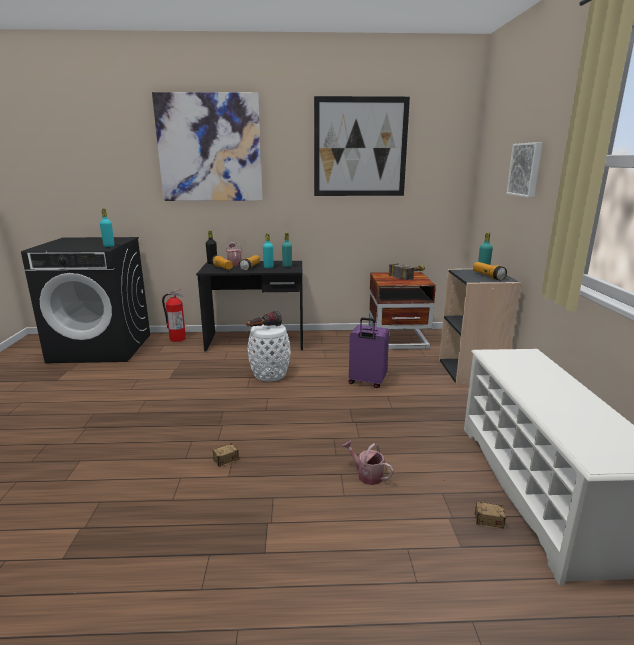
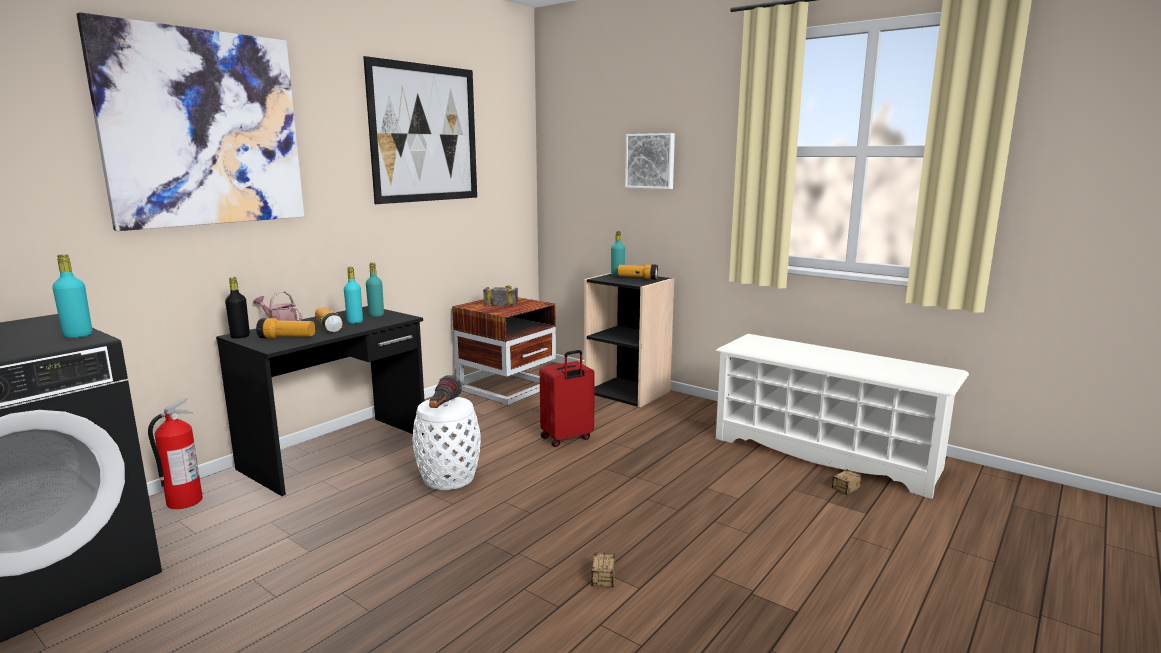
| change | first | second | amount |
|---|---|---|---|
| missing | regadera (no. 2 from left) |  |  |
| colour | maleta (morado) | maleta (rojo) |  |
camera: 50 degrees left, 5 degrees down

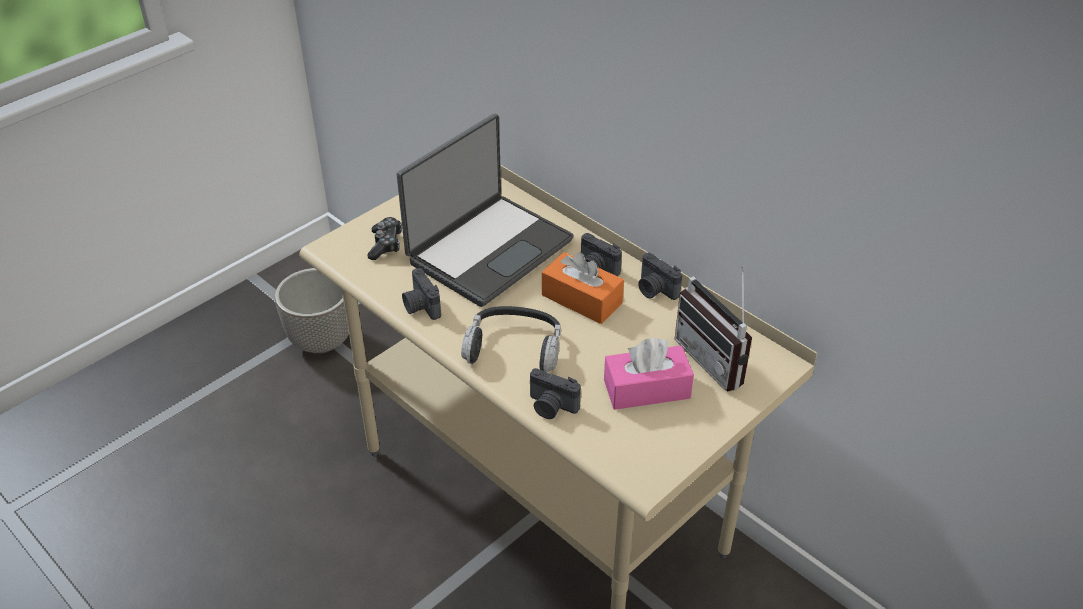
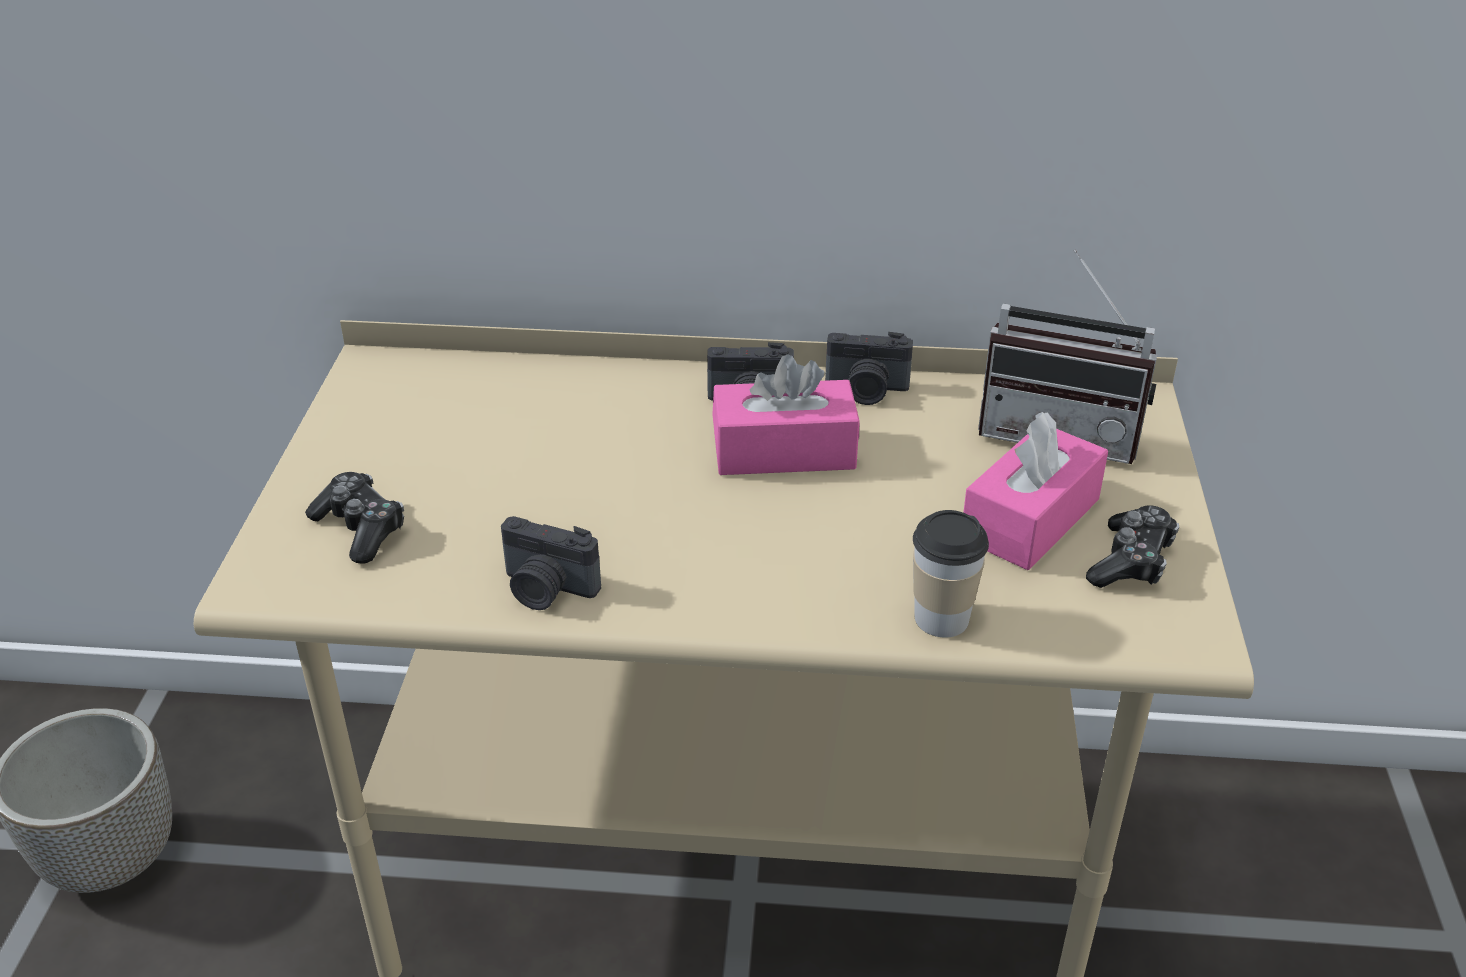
| change | first | second | amount |
|---|---|---|---|
| missing | portátil |  |  |
| missing | auriculares |  |  |
| appeared |  | mando de consola (no. 2 from left) |  |
| exchanged | cámara (no. 2 from left) | taza |  |
| colour | caja de pañuelos (naranja) | caja de pañuelos (rosa) (no. 1 from left) |  |
camera: 40 degrees left, 5 degrees down

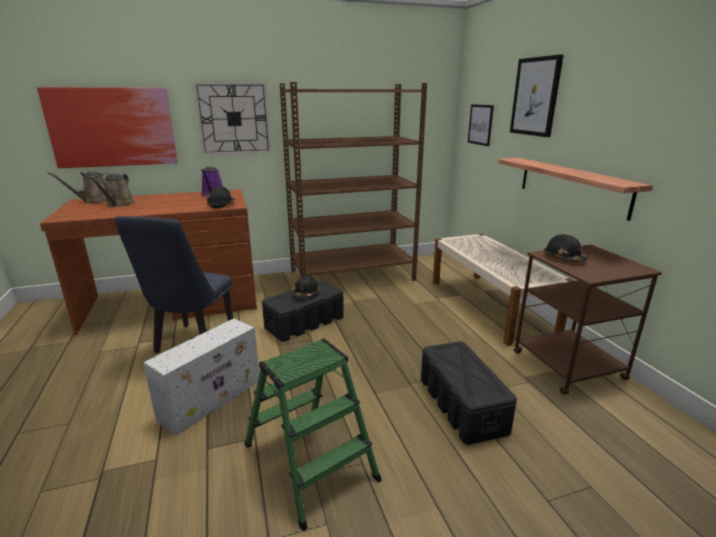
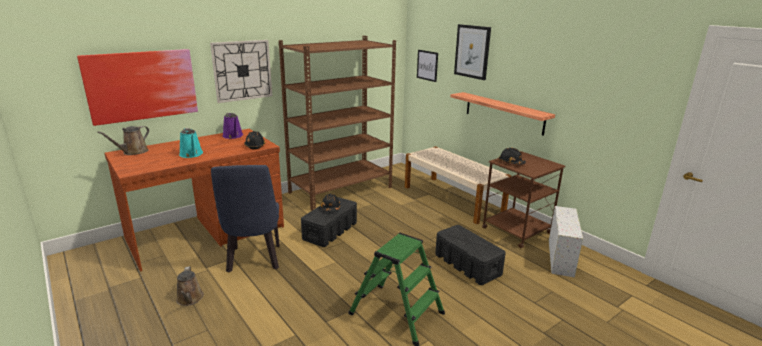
| change | first | second | amount |
|---|---|---|---|
| appeared |  | regadera (turquesa) |  |
| relocated | regadera (marrón) (no. 2 from left) |  |  |
| relocated | caja de almacenaje (blanco) |  |  |
camera: 20 degrees left, 0 degrees up

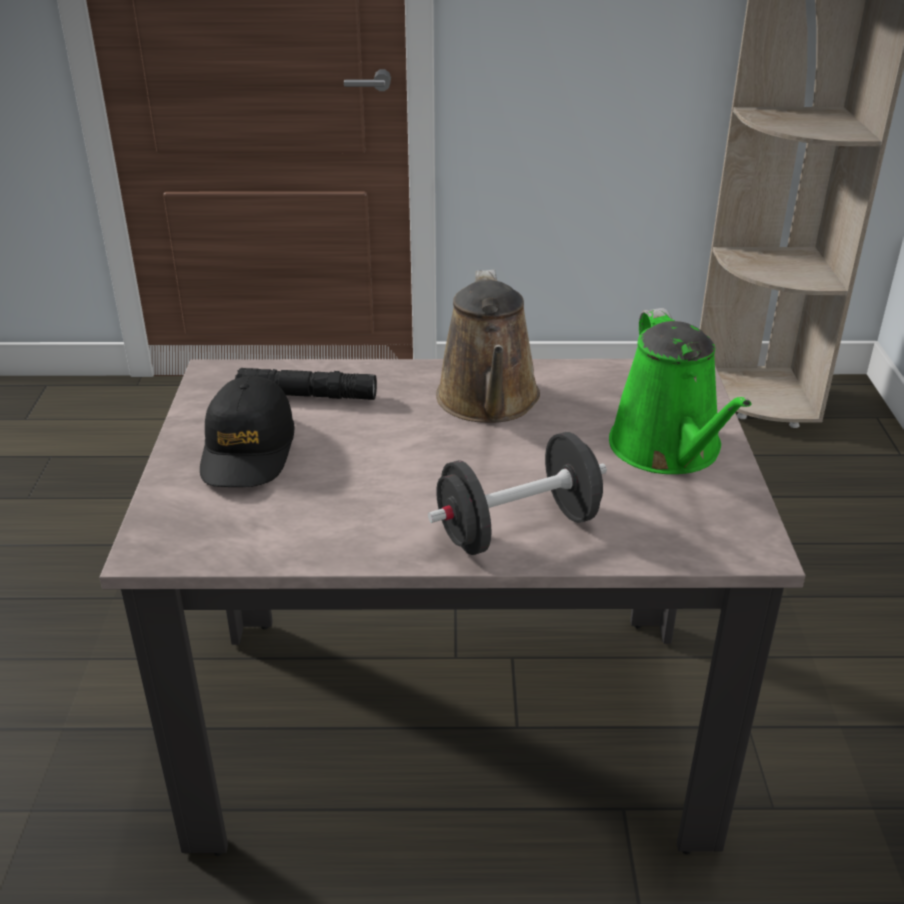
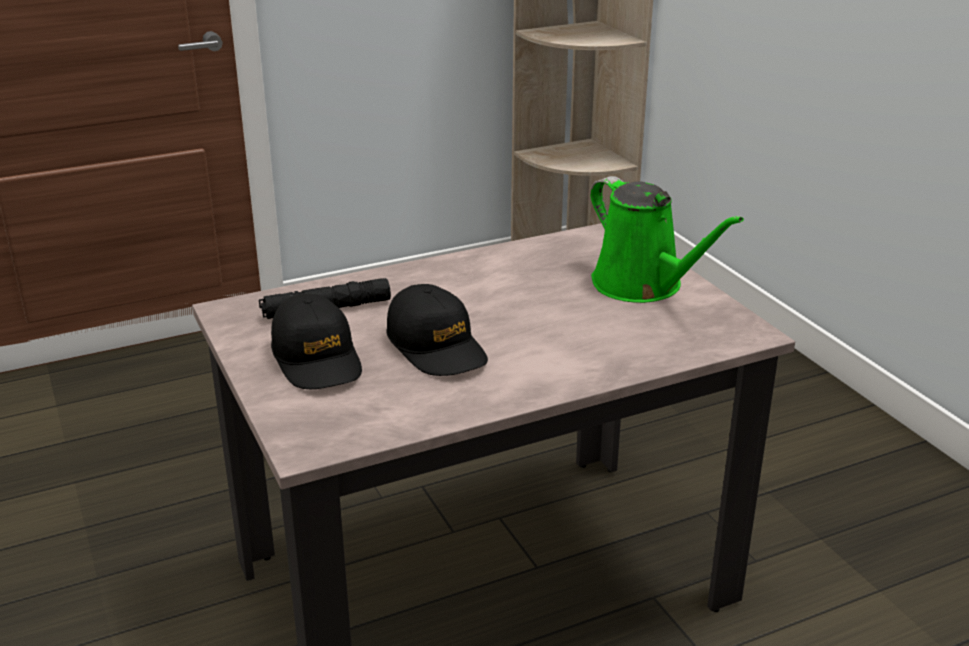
| change | first | second | amount |
|---|---|---|---|
| missing | mancuerna (negro) |  |  |
| missing | regadera (marrón) |  |  |
| appeared |  | gorra (negro) (no. 2 from left) |  |
camera: 25 degrees left, 5 degrees down

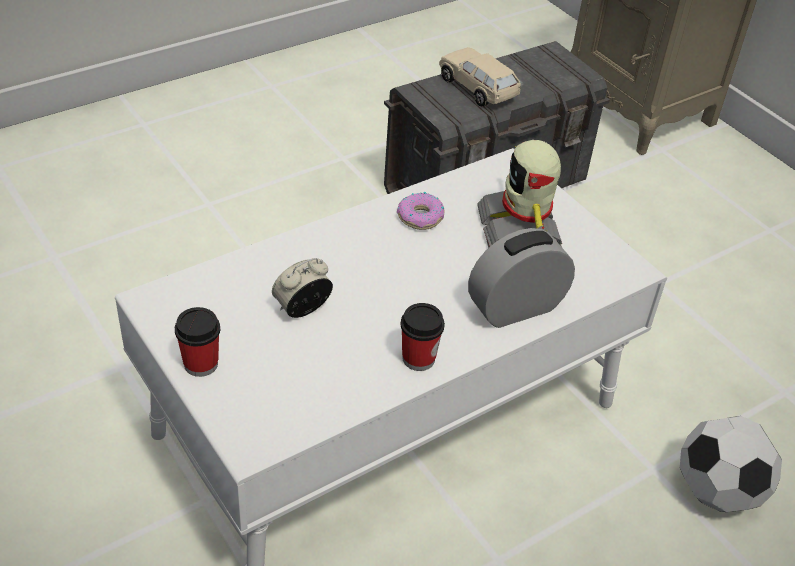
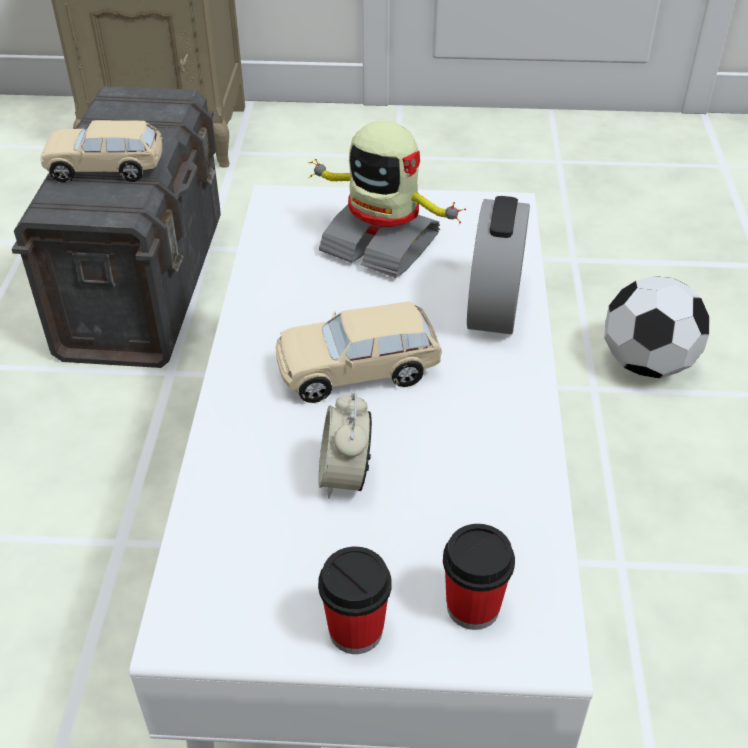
| change | first | second | amount |
|---|---|---|---|
| missing | rosquilla |  |  |
| appeared |  | coche de juguete (beis) (no. 2 from left) |  |
| relocated | taza (no. 2 from left) |  |  |
camera: 50 degrees left, 0 degrees up

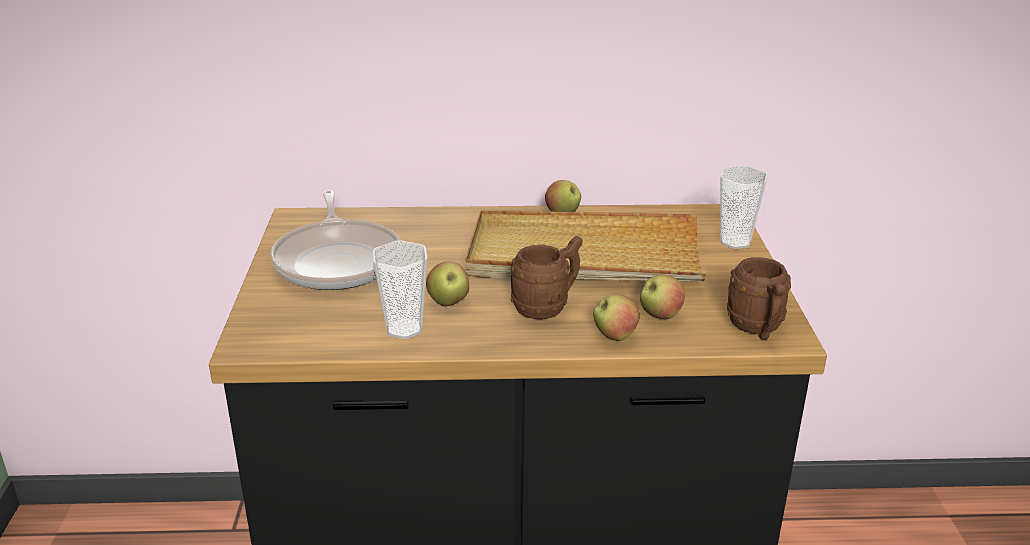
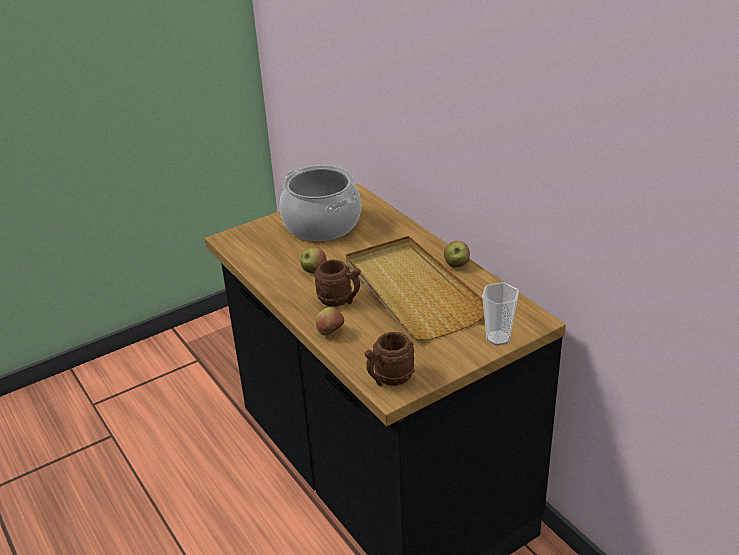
| change | first | second | amount |
|---|---|---|---|
| missing | taza (no. 1 from left) |  |  |
| missing | manzana (no. 4 from left) |  |  |
| exchanged | sartén | olla |  |
camera: 60 degrees right, 5 degrees up

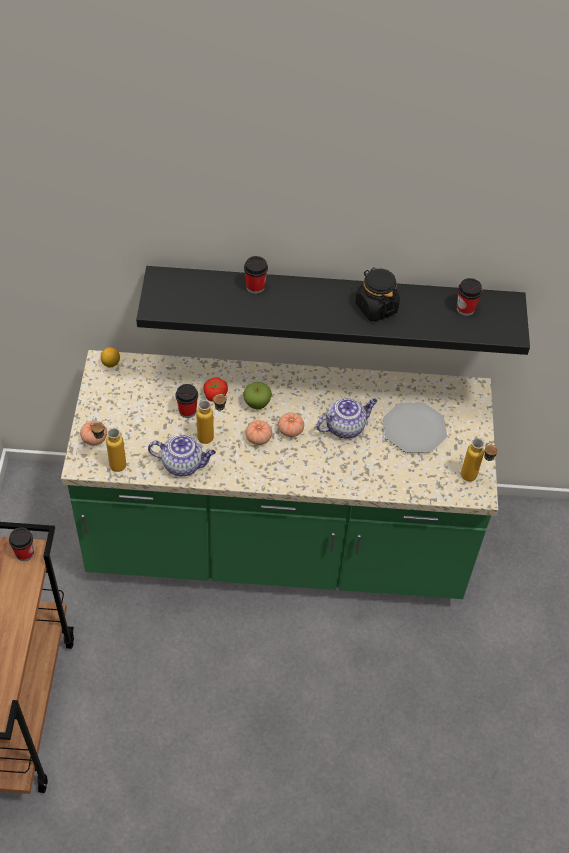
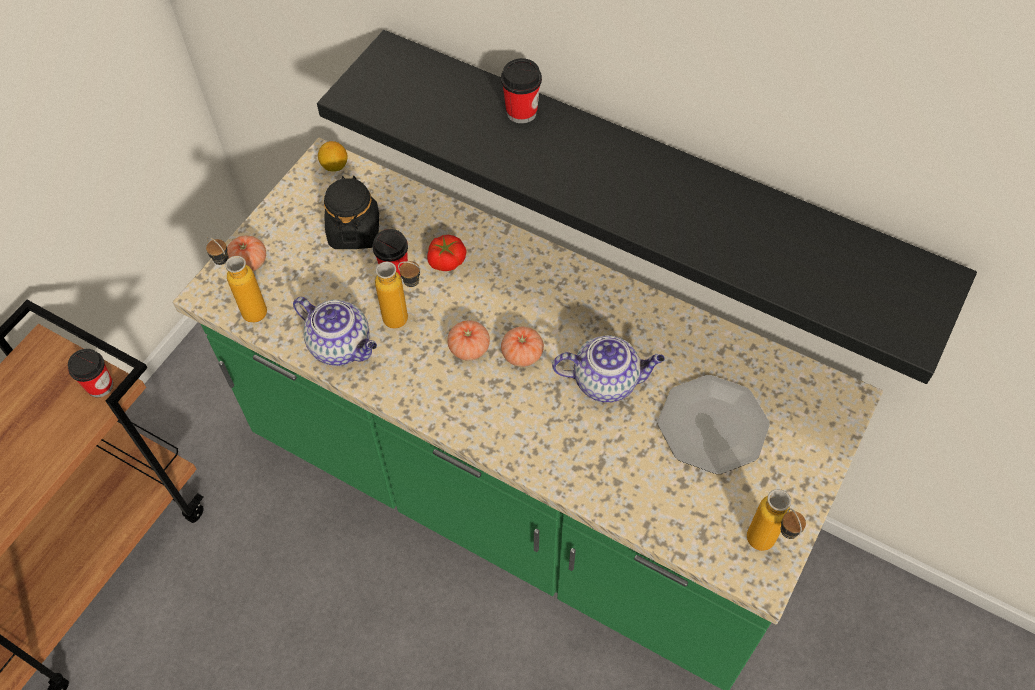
| change | first | second | amount |
|---|---|---|---|
| missing | manzana |  |  |
| missing | taza (no. 4 from left) |  |  |
| relocated | tarro (negro) |  |  |
camera: 30 degrees right, 5 degrees up

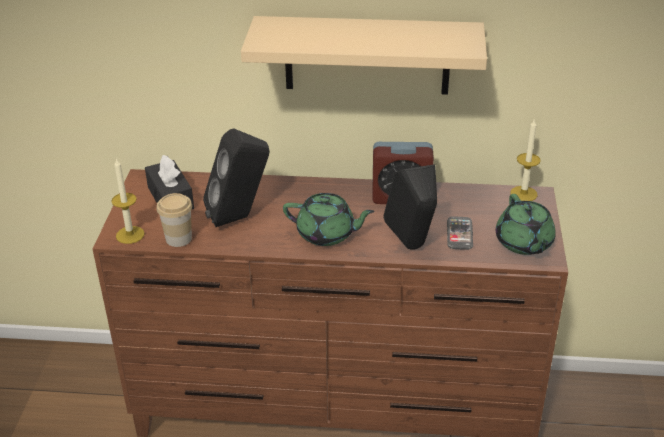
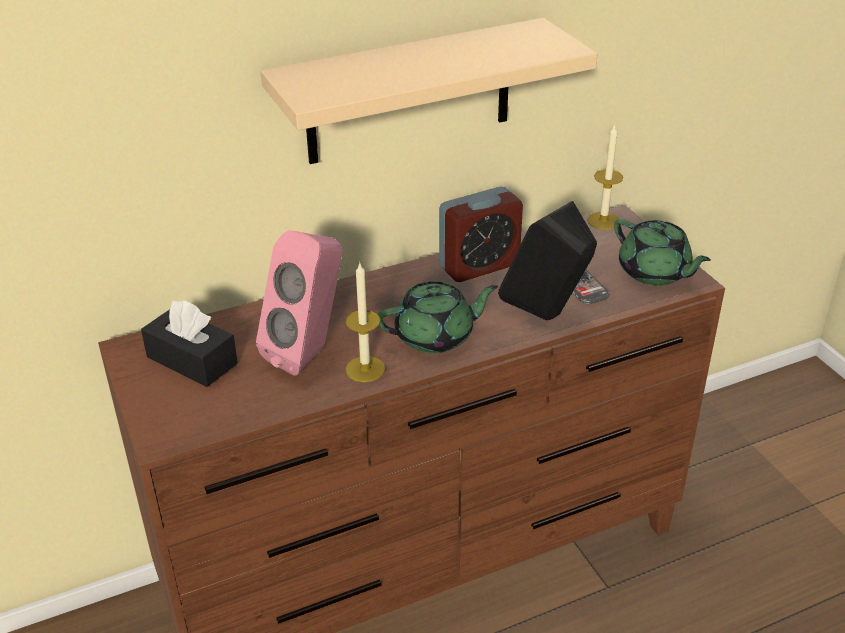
| change | first | second | amount |
|---|---|---|---|
| missing | taza |  |  |
| relocated | vela (no. 1 from left) |  |  |
| colour | altavoz (negro) (no. 1 from left) | altavoz (rosa) |  |
camera: 30 degrees left, 0 degrees up

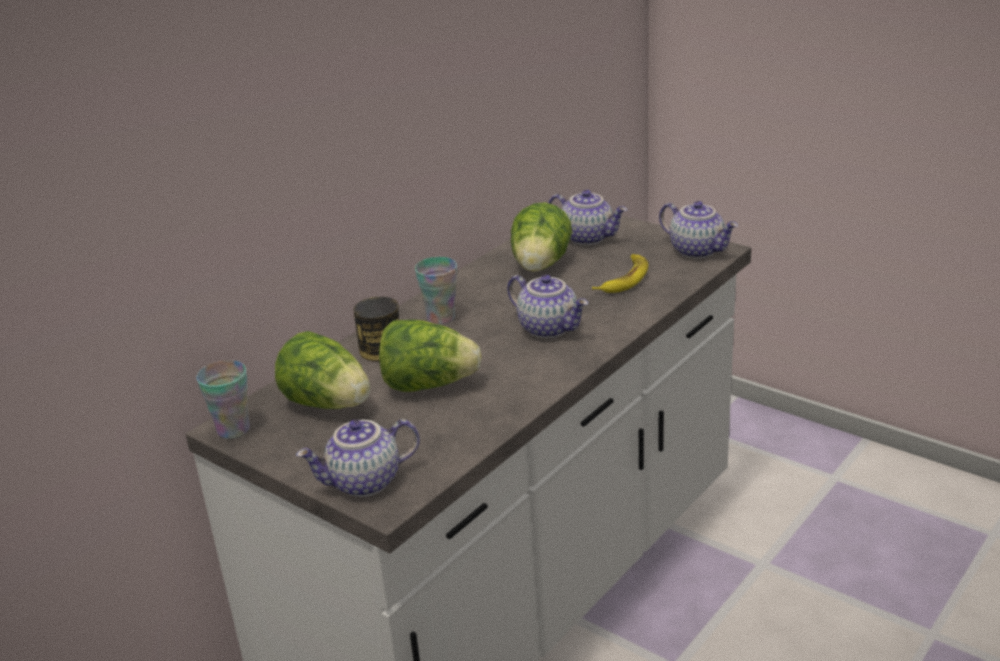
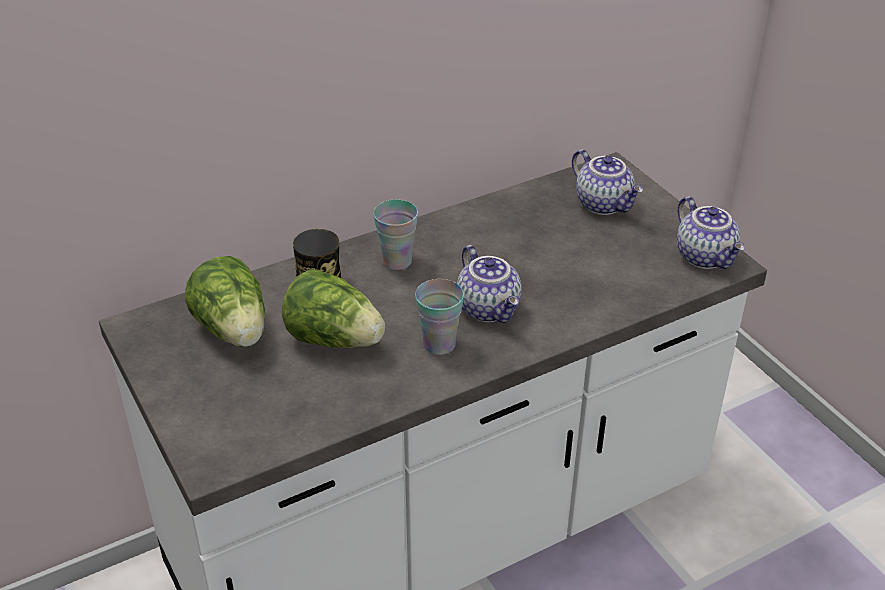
| change | first | second | amount |
|---|---|---|---|
| missing | tetera (no. 1 from left) |  |  |
| missing | lechuga (no. 3 from left) |  |  |
| missing | plátano |  |  |
| relocated | taza (no. 1 from left in the first image) | taza (no. 2 from left) |  |
camera: 20 degrees right, 10 degrees up

